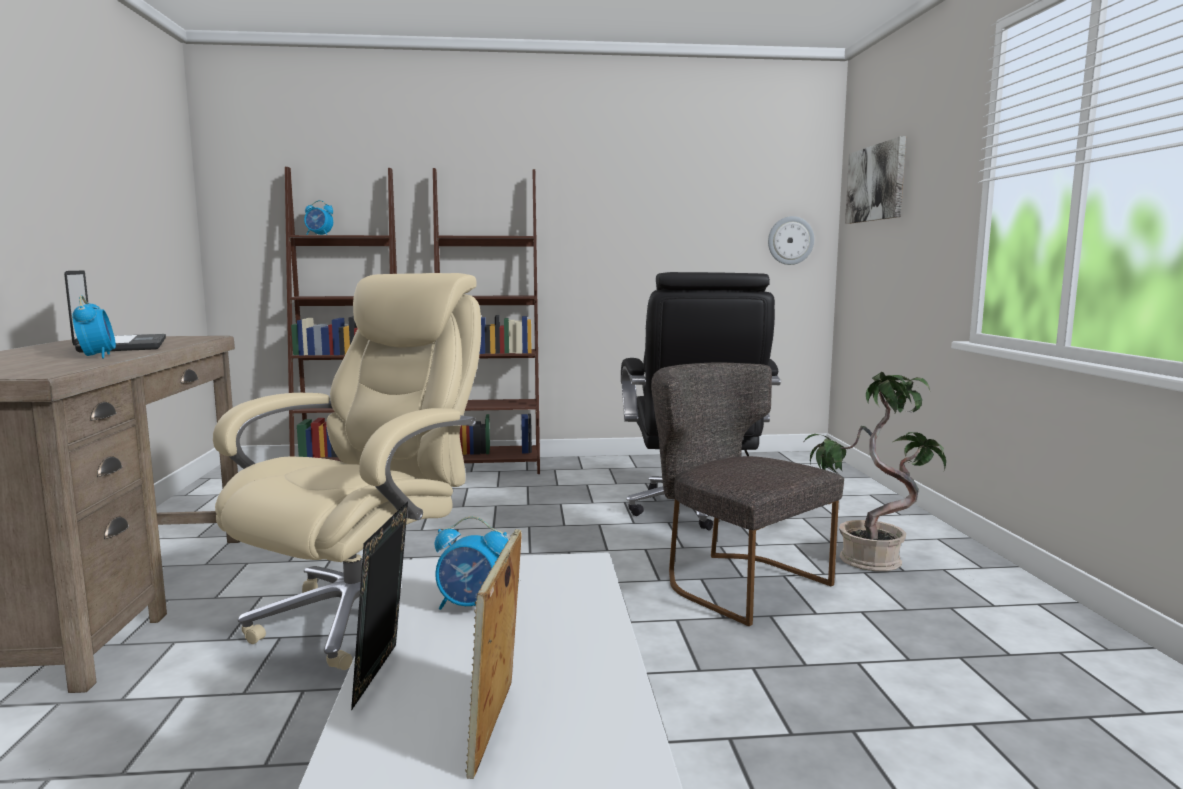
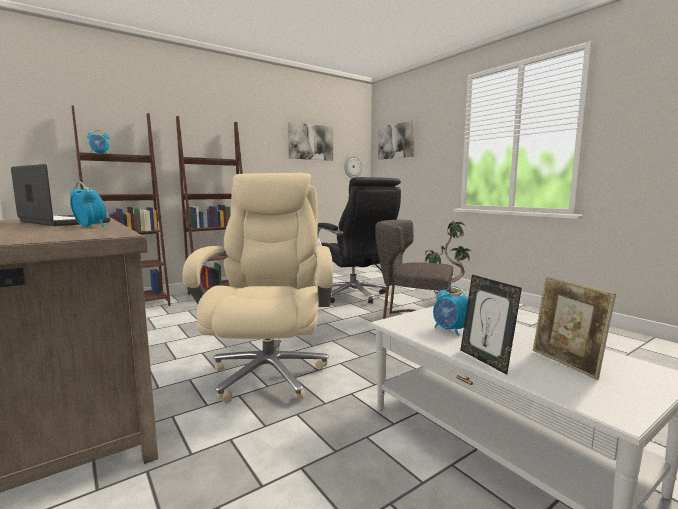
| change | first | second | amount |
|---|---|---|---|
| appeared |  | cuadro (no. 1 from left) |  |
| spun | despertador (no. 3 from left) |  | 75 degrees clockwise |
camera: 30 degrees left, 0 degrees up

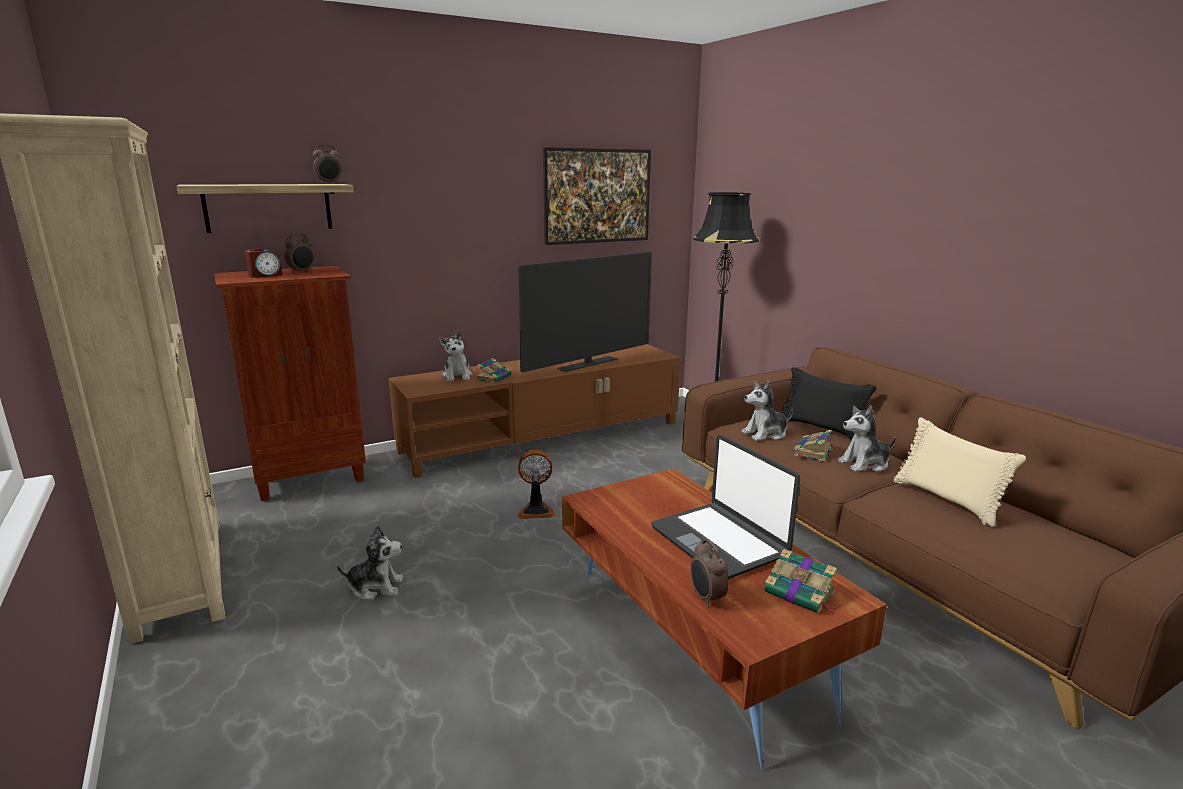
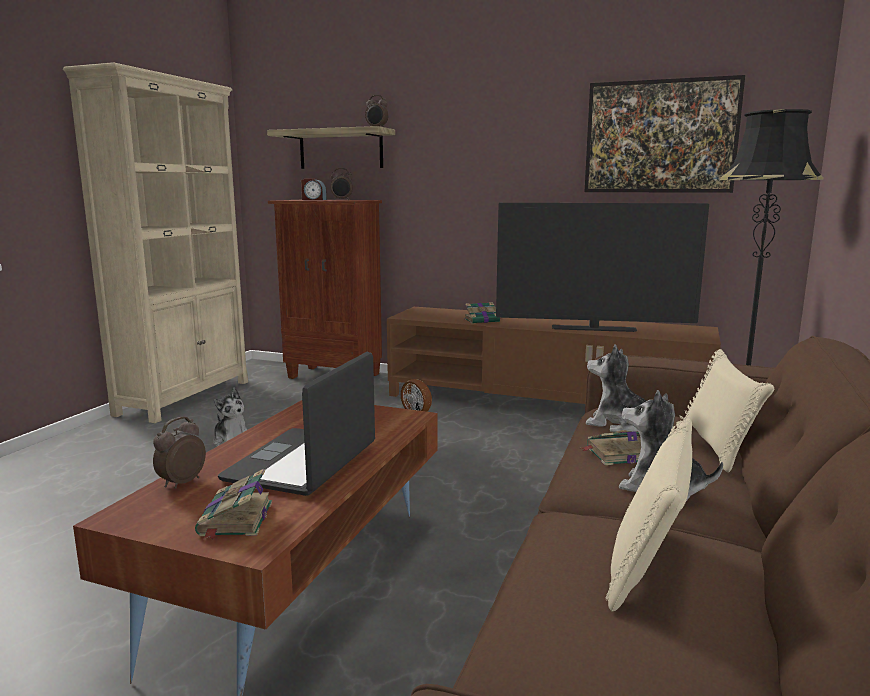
| change | first | second | amount |
|---|---|---|---|
| missing | peluche (no. 2 from left) |  |  |
| colour | cojín (negro) | cojín (beis) (no. 2 from left) |  |
camera: 50 degrees right, 5 degrees down

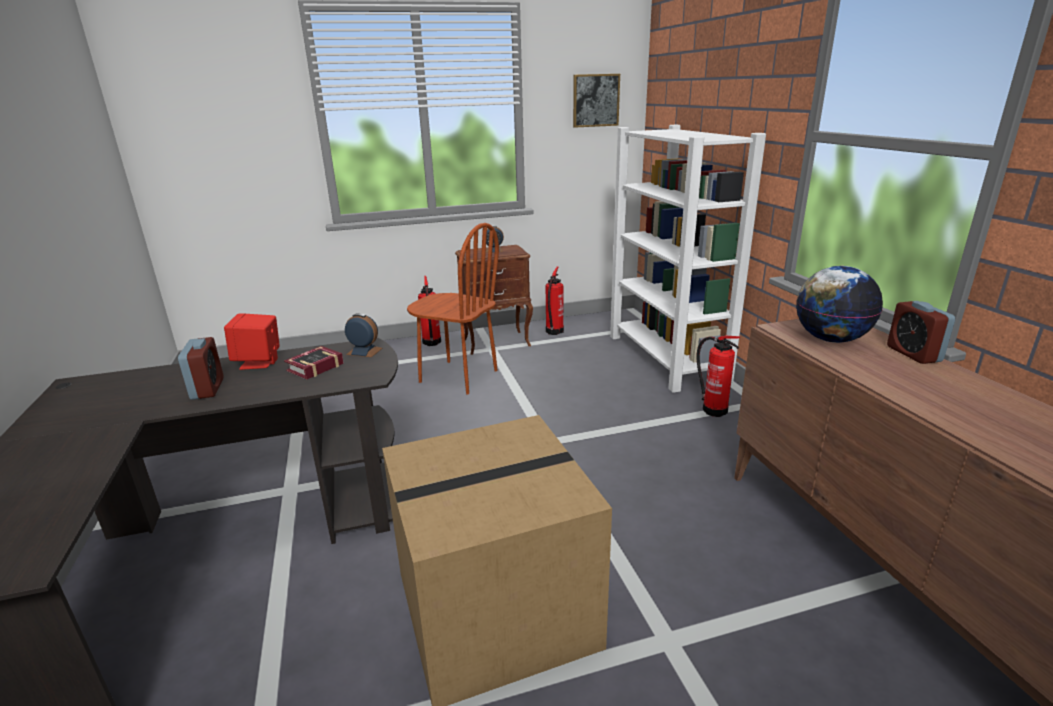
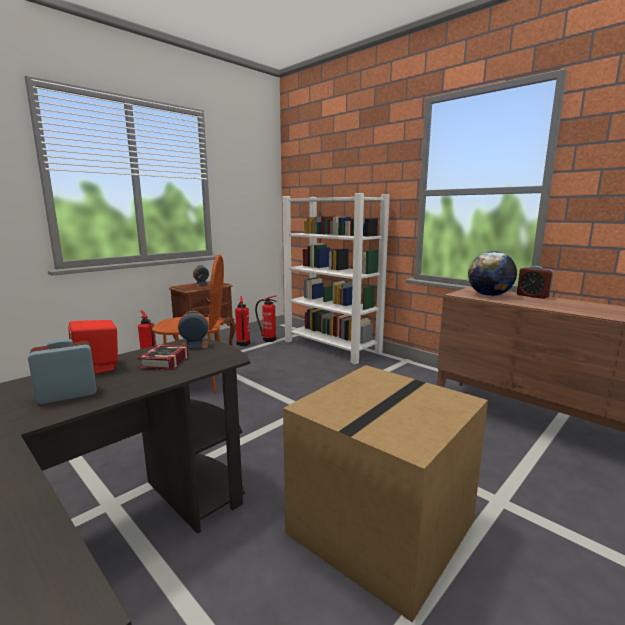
| change | first | second | amount |
|---|---|---|---|
| missing | cuadro |  |  |
| relocated | extintor (no. 3 from left) |  |  |
| spun | despertador (no. 1 from left) |  | 75 degrees counterclockwise |
camera: 30 degrees left, 10 degrees down

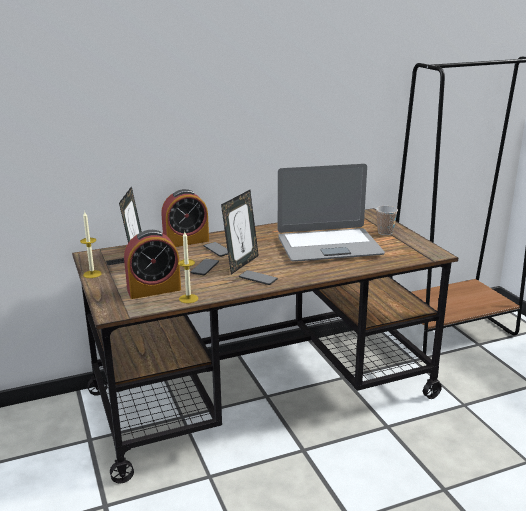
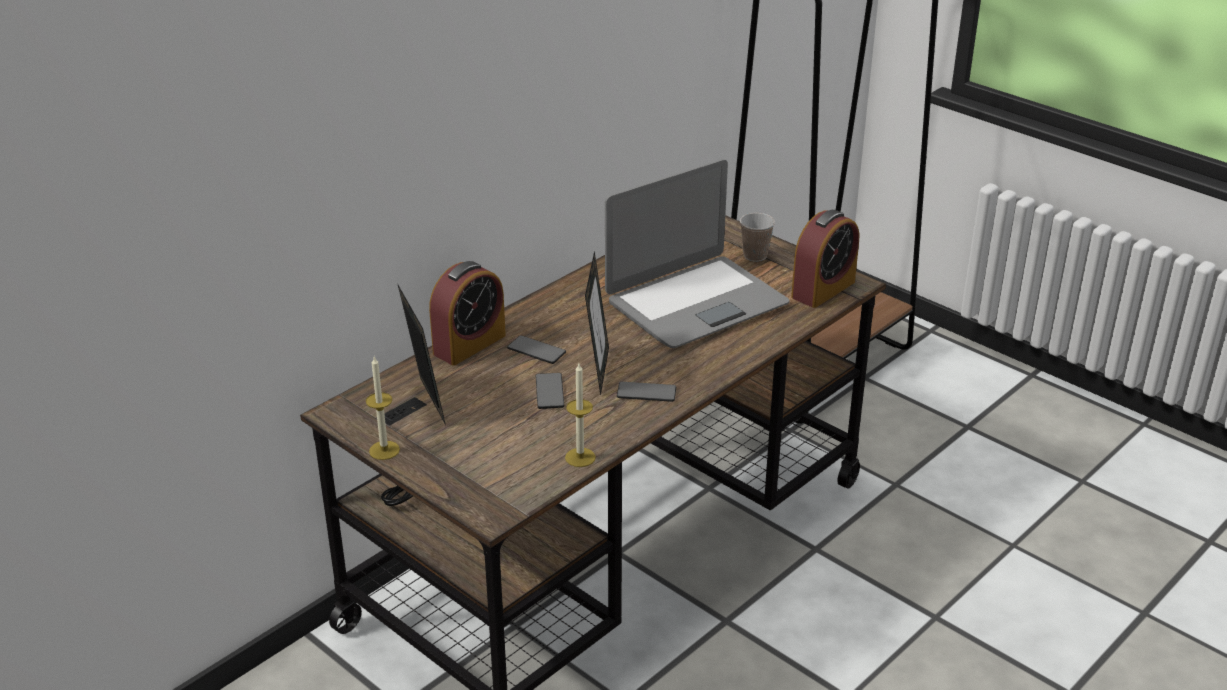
| change | first | second | amount |
|---|---|---|---|
| relocated | despertador (no. 1 from left in the first image) | despertador (no. 2 from left) |  |
camera: 25 degrees left, 10 degrees up

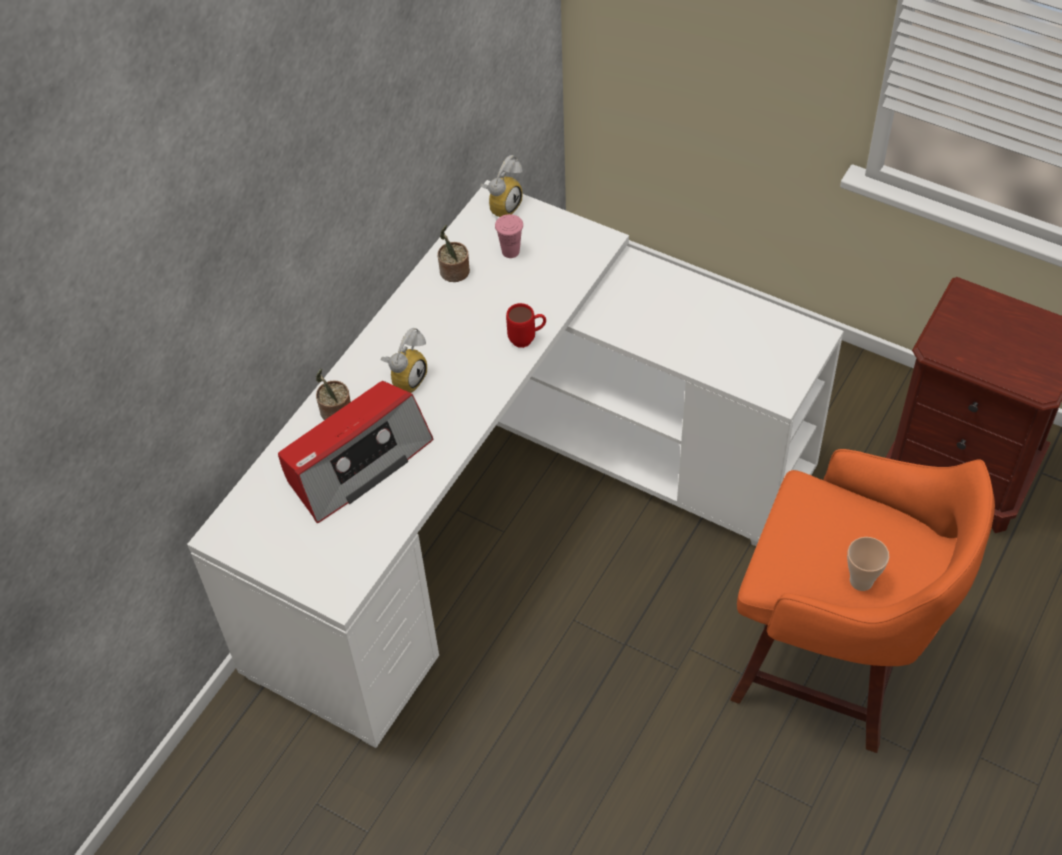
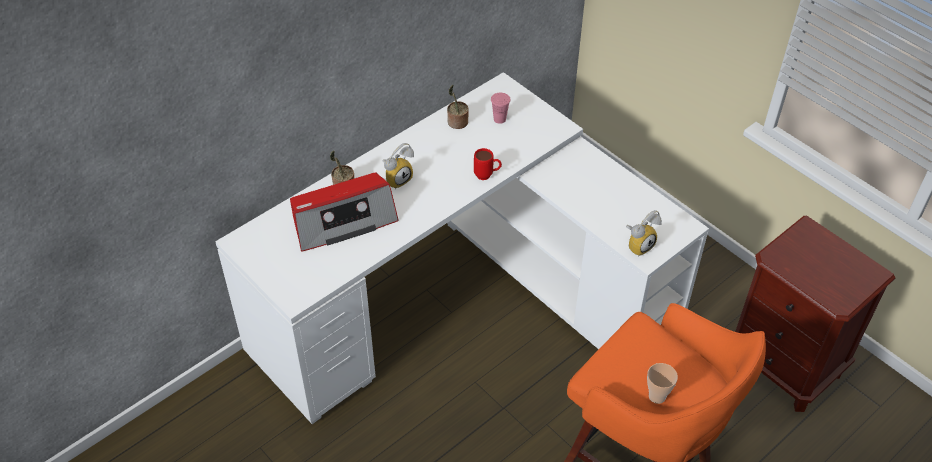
| change | first | second | amount |
|---|---|---|---|
| relocated | despertador (no. 2 from left) |  |  |
camera: 15 degrees right, 5 degrees down

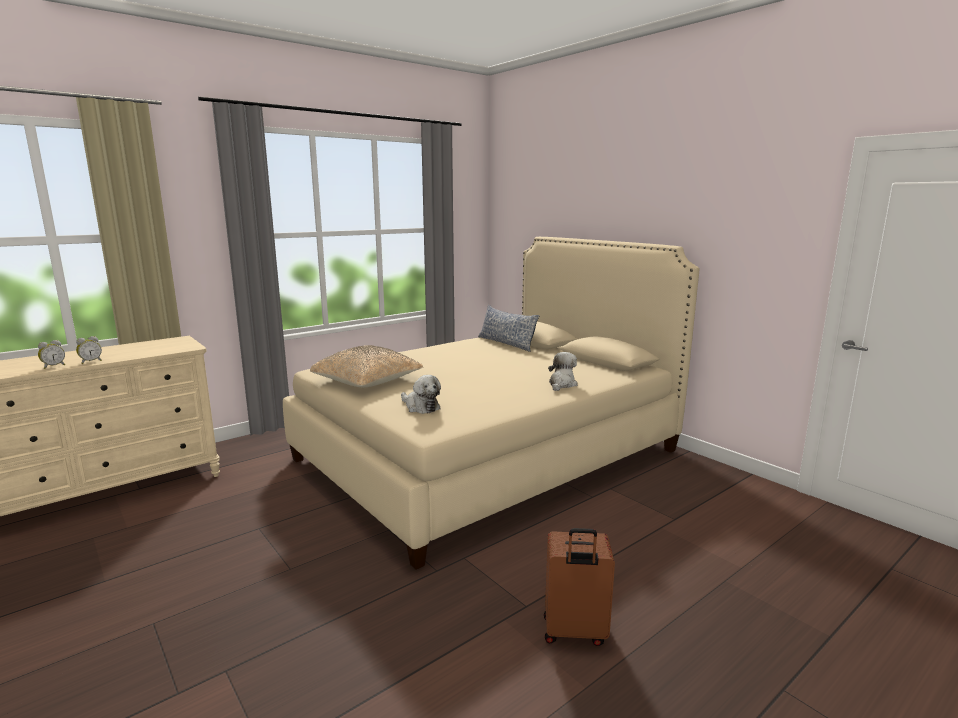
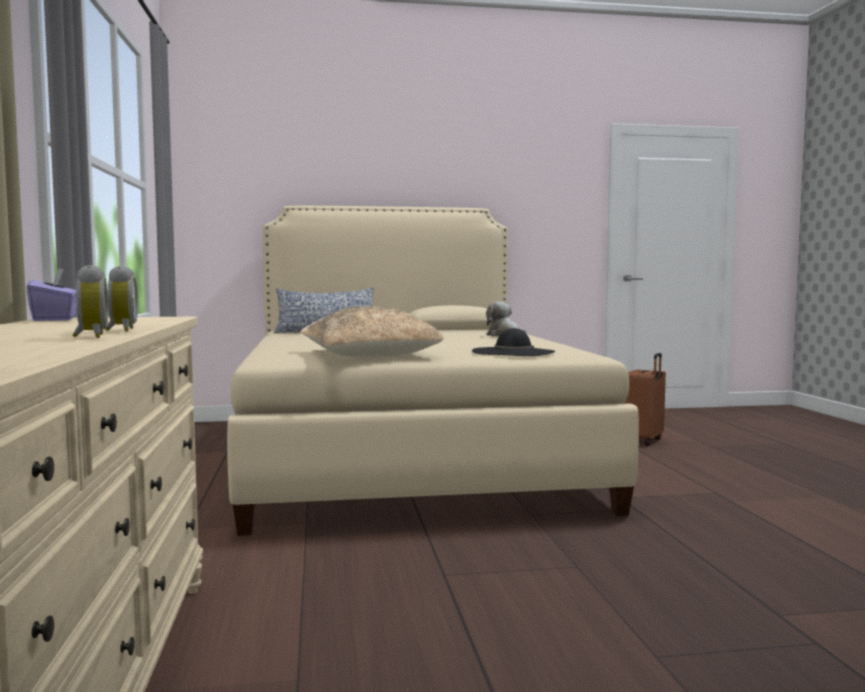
| change | first | second | amount |
|---|---|---|---|
| appeared |  | caja de pañuelos (morado) |  |
| relocated | maleta (marrón) |  |  |
| exchanged | peluche (no. 1 from left) | sombrero (negro) |  |
camera: 60 degrees left, 10 degrees down

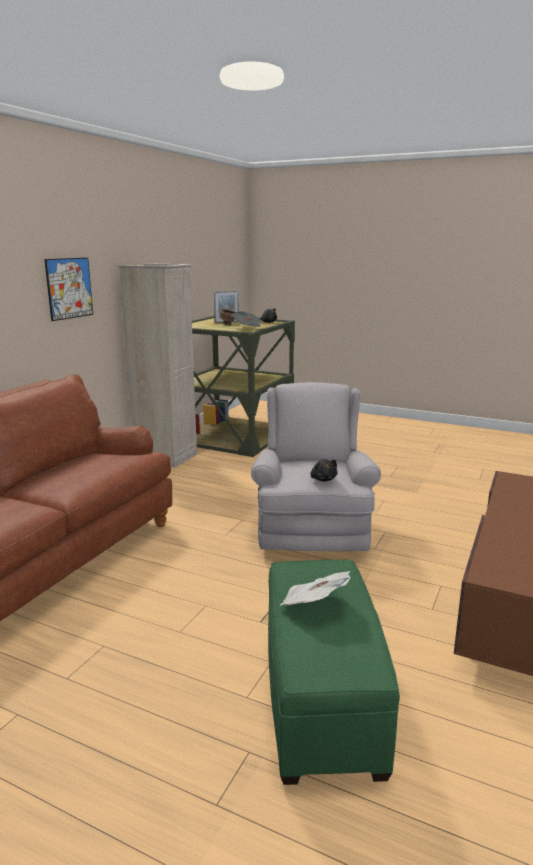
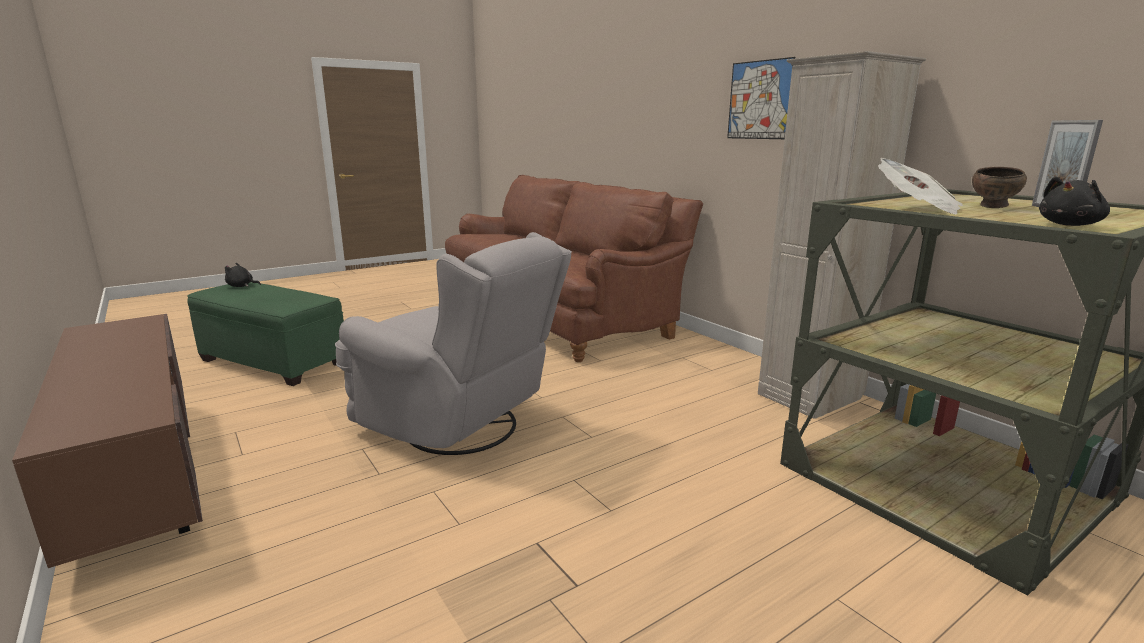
| change | first | second | amount |
|---|---|---|---|
| missing | periódico (no. 2 from left) |  |  |
| relocated | peluche (negro) (no. 2 from left in the first image) | peluche (negro) (no. 1 from left) |  |
camera: 120 degrees right, 0 degrees up

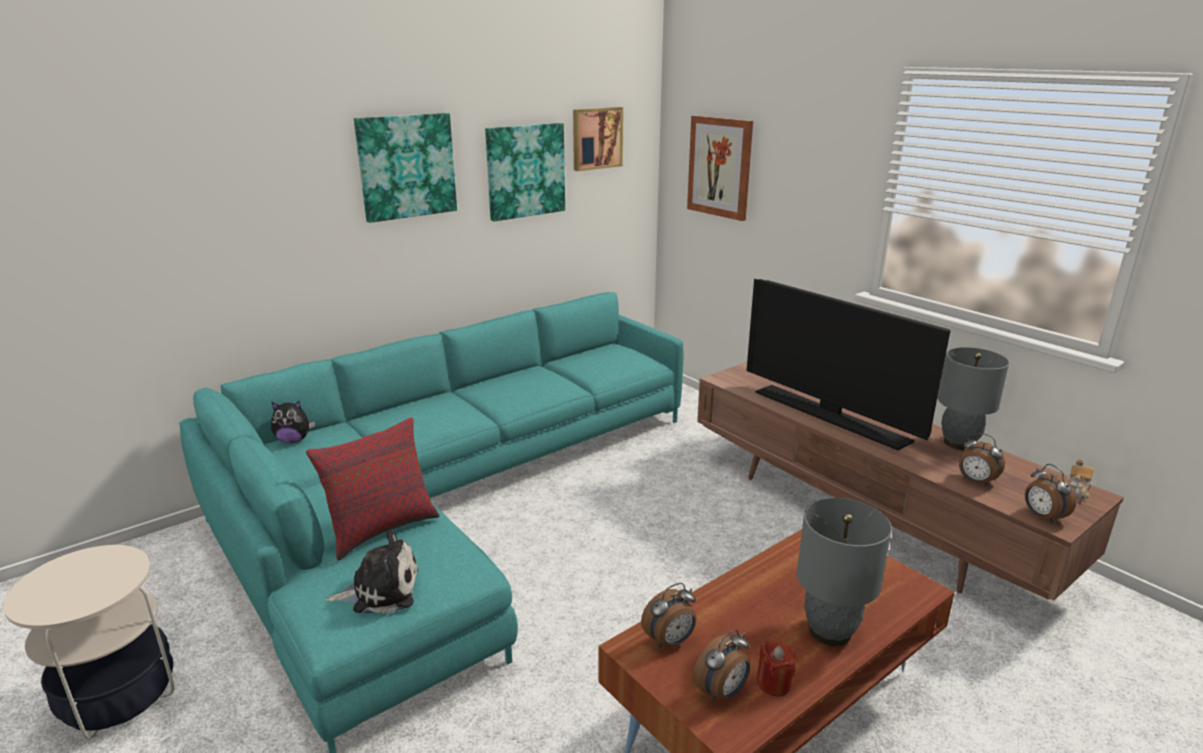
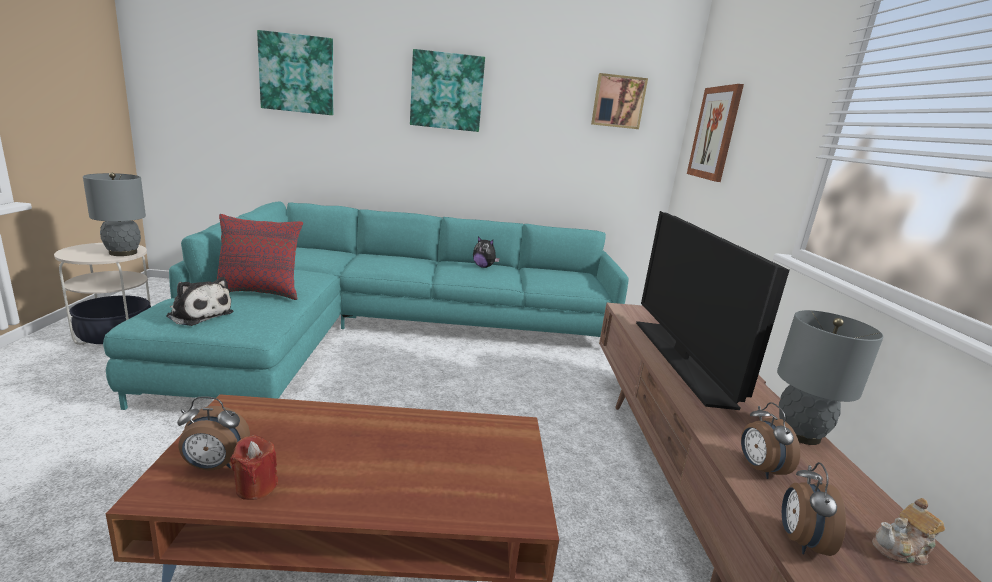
| change | first | second | amount |
|---|---|---|---|
| missing | despertador (no. 1 from left) |  |  |
| relocated | peluche (no. 1 from left in the first image) | peluche (no. 2 from left) |  |
| relocated | cuadro (no. 2 from left in the first image) | cuadro (no. 1 from left) |  |
| relocated | lámpara de mesa (gris) (no. 1 from left) |  |  |
camera: 35 degrees right, 5 degrees down

